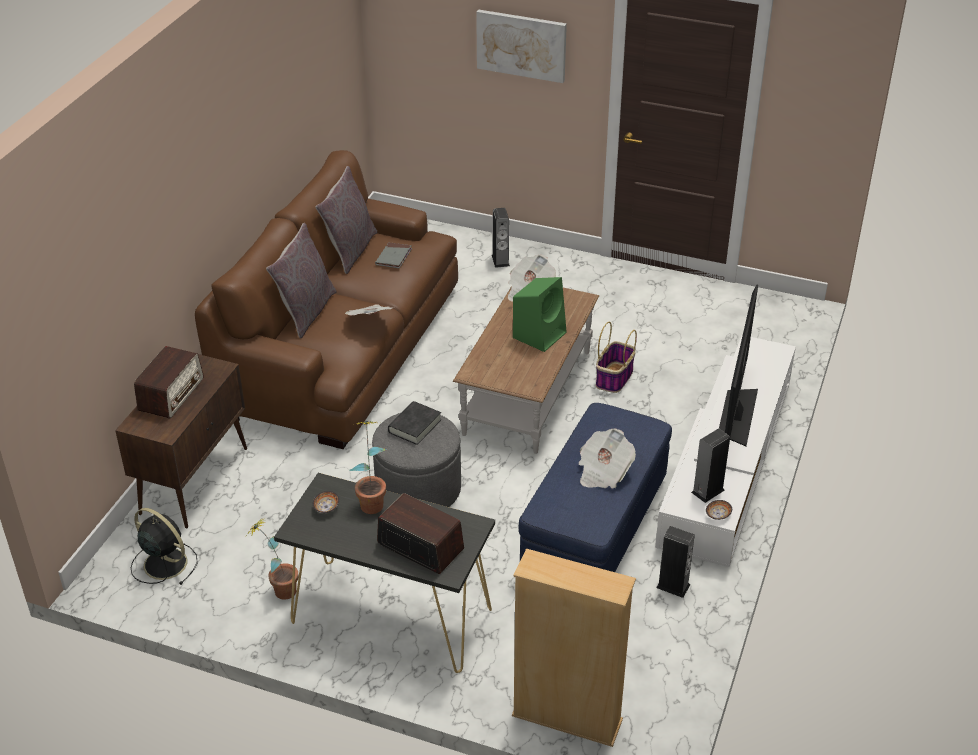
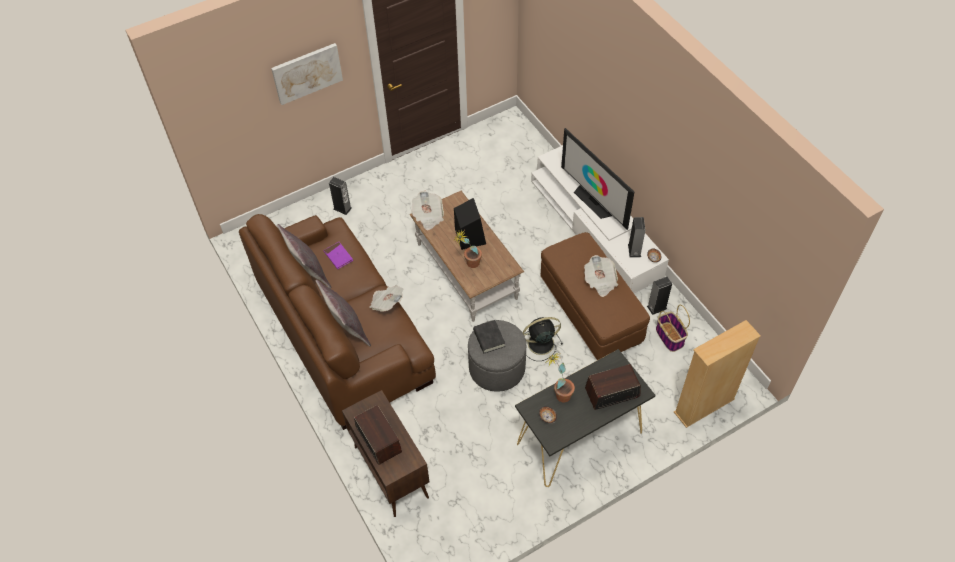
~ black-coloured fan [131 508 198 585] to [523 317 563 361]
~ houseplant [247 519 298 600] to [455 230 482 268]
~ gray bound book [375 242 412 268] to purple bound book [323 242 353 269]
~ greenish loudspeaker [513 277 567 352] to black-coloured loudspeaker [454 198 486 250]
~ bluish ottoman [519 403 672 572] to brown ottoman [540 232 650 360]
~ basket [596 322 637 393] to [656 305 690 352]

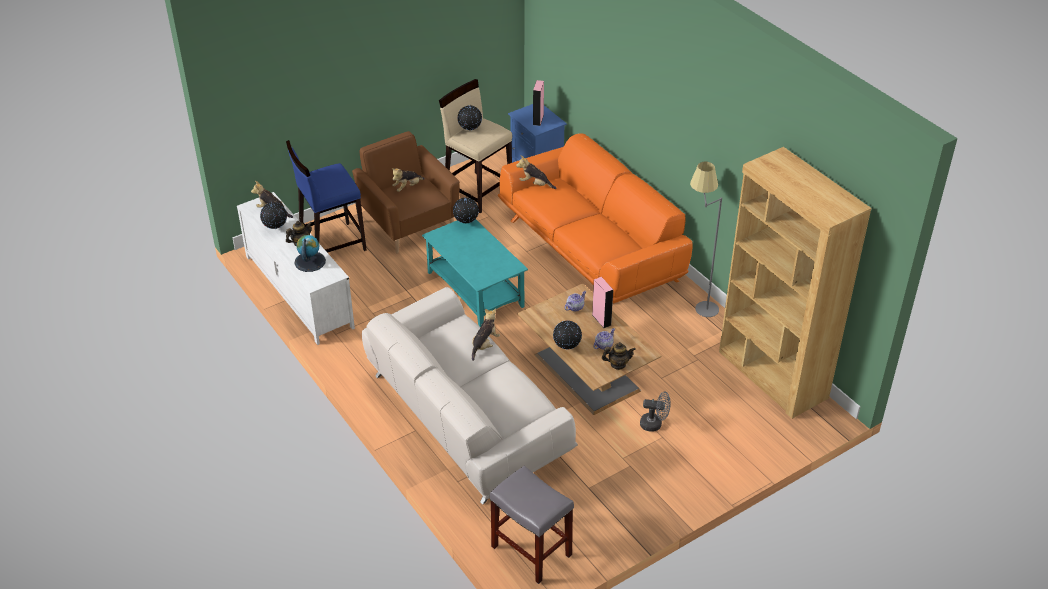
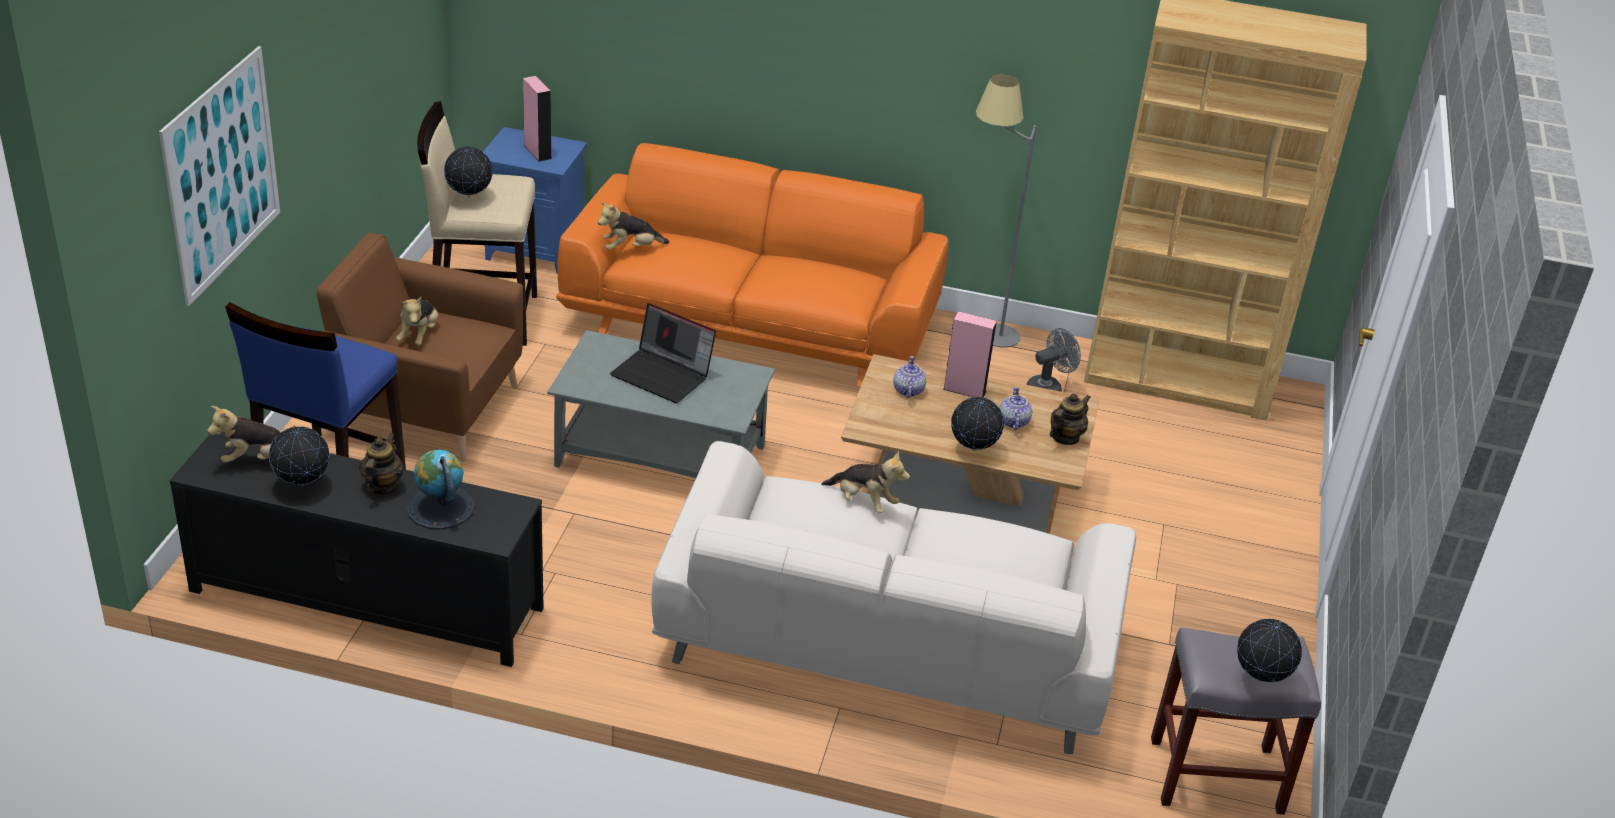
~ white-coloured media console [237 192 355 345] to black-coloured media console [170 432 544 667]
~ turquoise-coloured lounge table [422 219 528 327] to gray lounge table [547 330 775 478]
~ globe [453 198 479 224] to [1237 619 1302 682]
~ soft toy [472 308 500 361] = [821 450 910 514] 135 degrees clockwise
~ gray fan [640 392 671 432] to [1026 328 1081 392]
+ wall picture [159 46 280 306]
+ notebook computer [610 303 716 403]

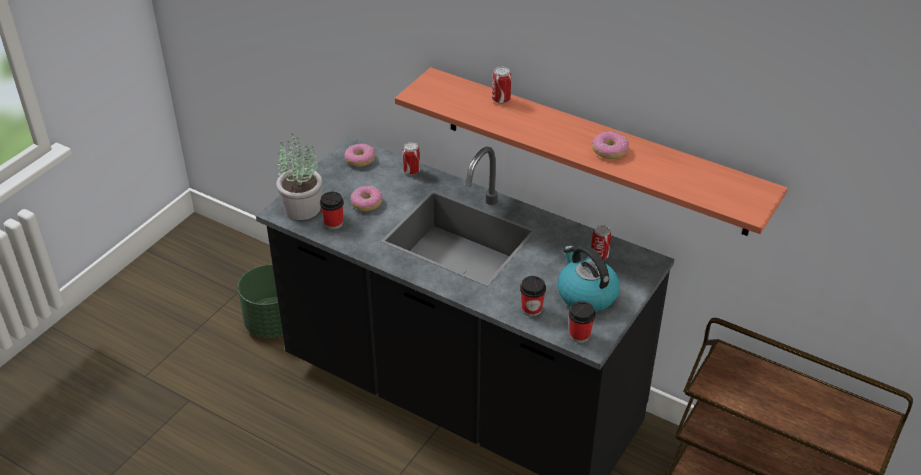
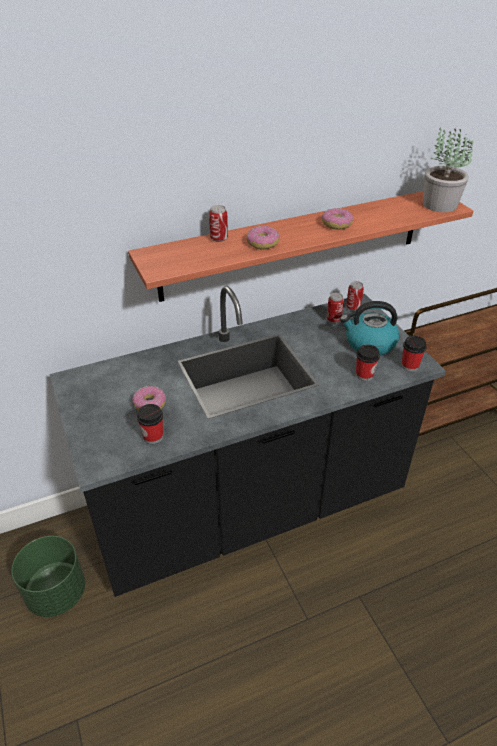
~ houseplant [276 133 322 220] to [423 128 474 212]
~ ring doughnut [344 144 375 167] to [247 226 280 249]
~ sealed can [403 142 420 175] to [346 281 364 311]

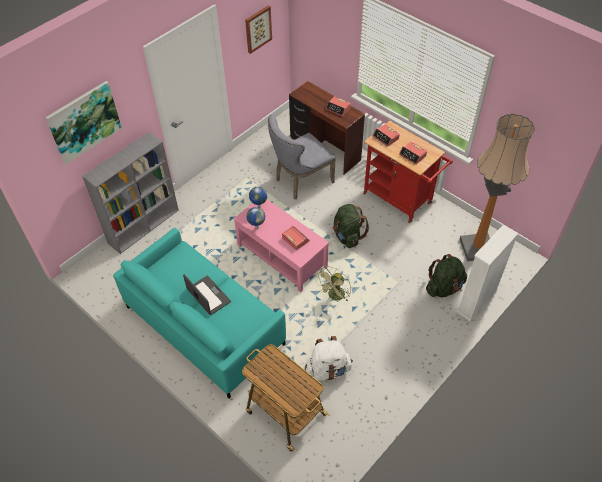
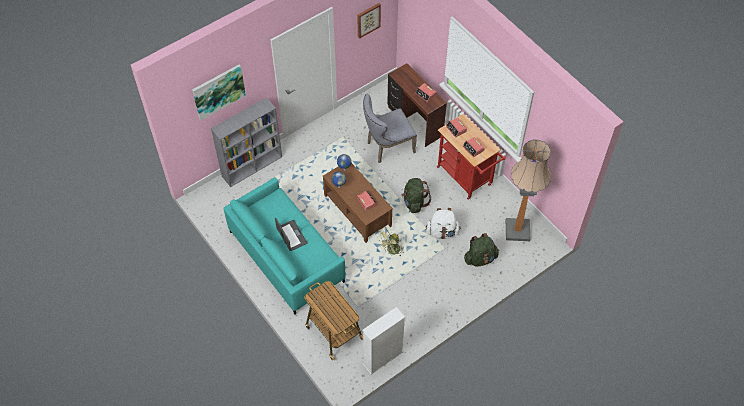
~ pink lounge table [234 200 329 292] to brown lounge table [323 163 393 243]
~ white-coloured backpack [305 336 353 381] to [426 208 461 239]
~ white-coloured shelving unit [457 224 519 321] to [362 307 405 374]

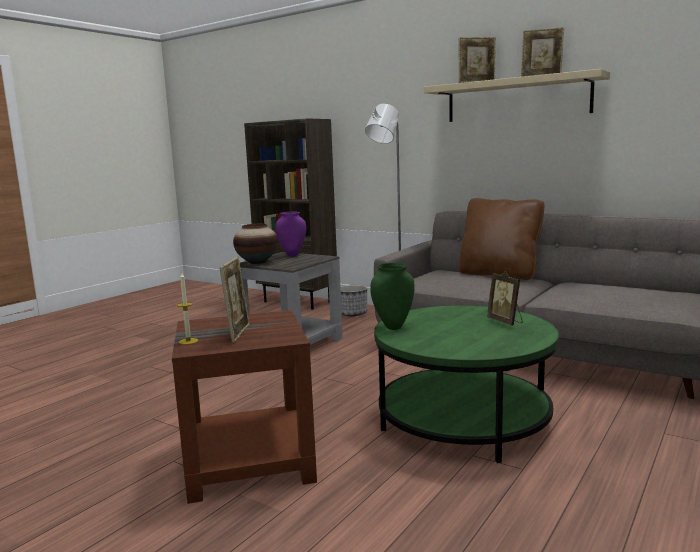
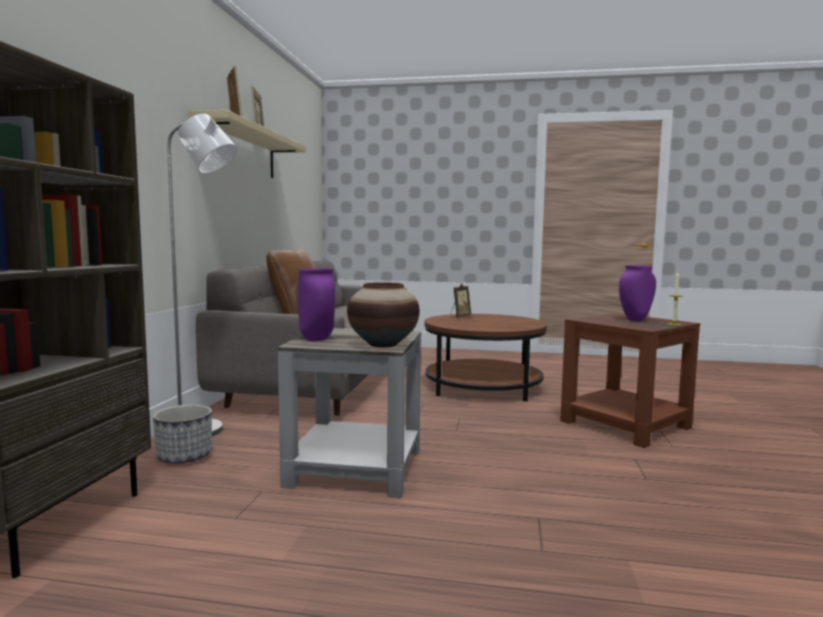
~ standing frame [220 257 250 343] to purple vase [619 265 656 321]
- greenish vase [370 263 415 330]
~ greenish lounge table [374 305 559 463] to brown lounge table [424 314 547 402]

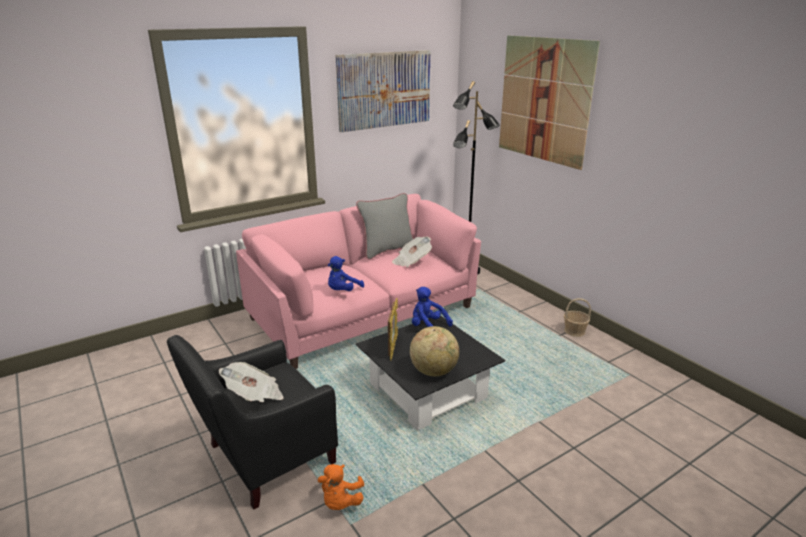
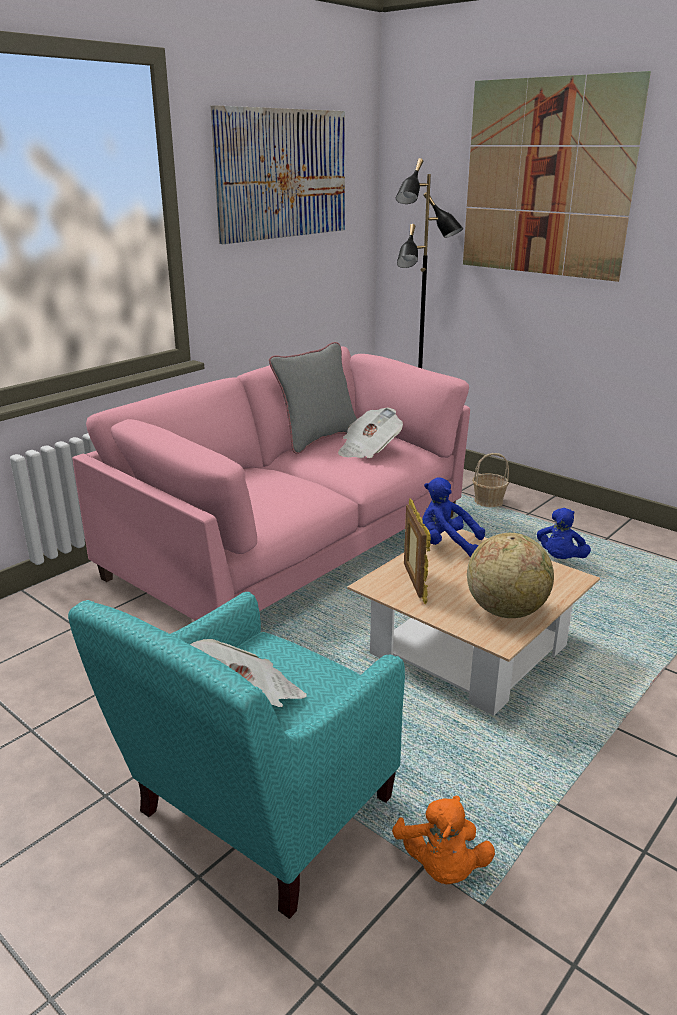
~ black-coloured easy chair [167 335 338 509] to turquoise-coloured easy chair [68 592 405 919]
~ bluish soft toy [328 256 364 291] to [537 508 591 559]
~ black-coloured lounge table [356 315 505 431] to beige lounge table [347 529 600 716]
~ basket [564 298 591 337] to [472 453 509 507]

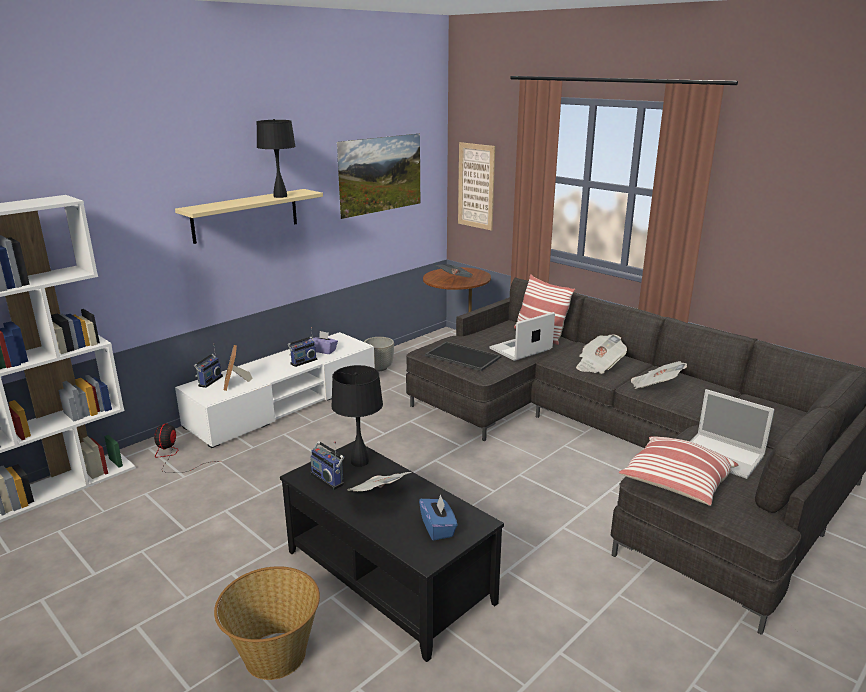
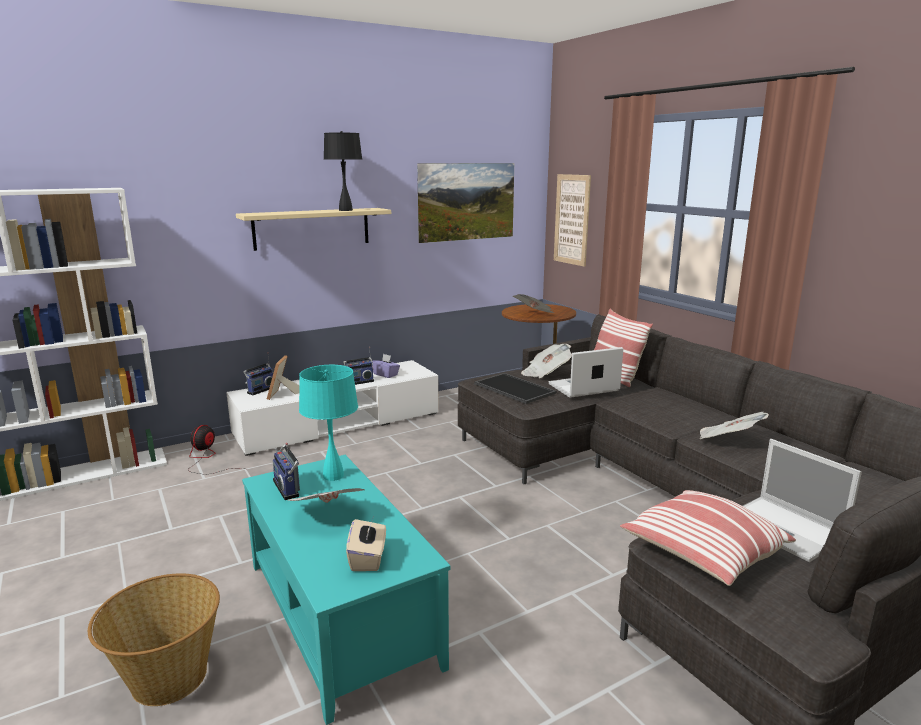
~ black-coloured lounge table [280 441 504 662] to turquoise-coloured lounge table [242 455 451 725]
~ black-coloured lamp for a table [331 365 383 467] to turquoise-coloured lamp for a table [299 365 358 481]
- gray planter [364 337 394 371]
~ bluish tissue holder [419 494 458 541] to beige tissue holder [346 519 386 571]
~ newspaper [576 334 627 374] to [521 344 572 378]

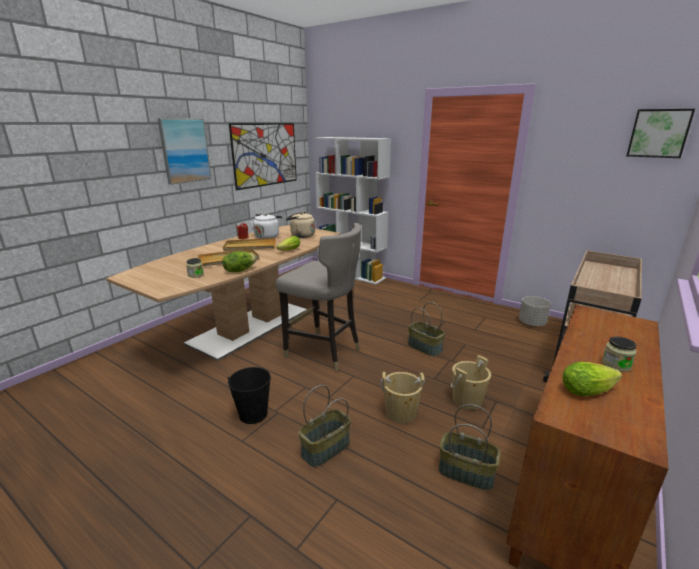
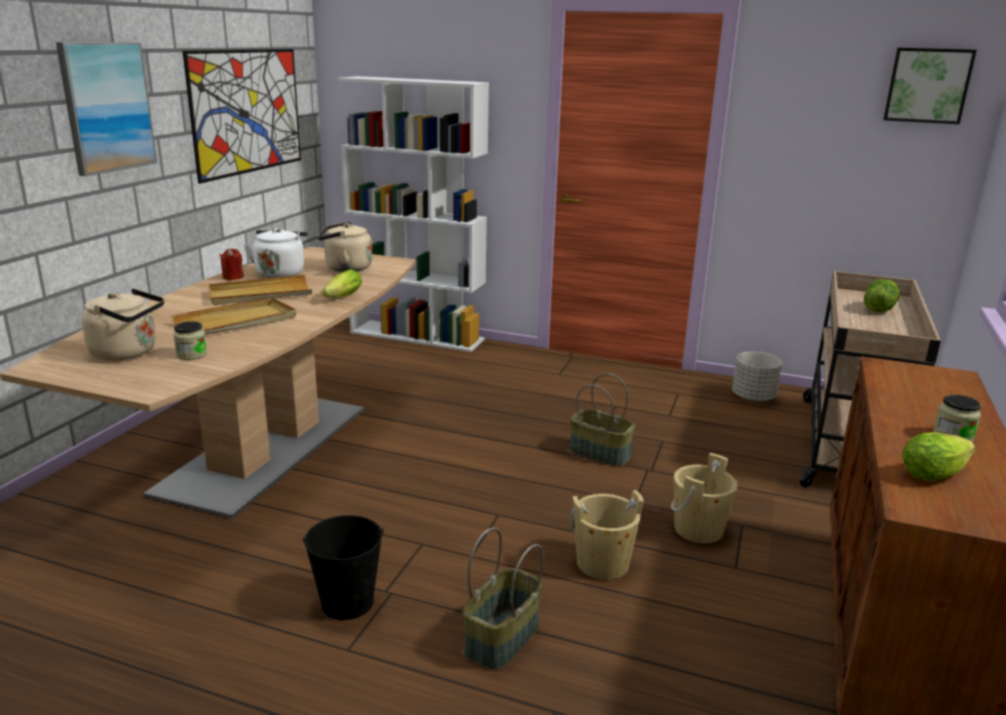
~ lettuce [222 251 257 272] to [864 279 900 312]
- gray sitting stool [276 223 361 371]
- basket [438 404 501 490]
+ beige tea kettle [81 289 164 360]

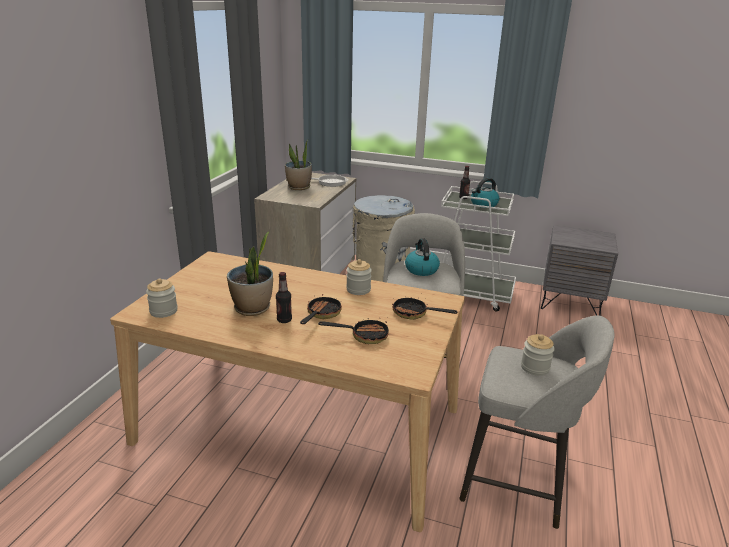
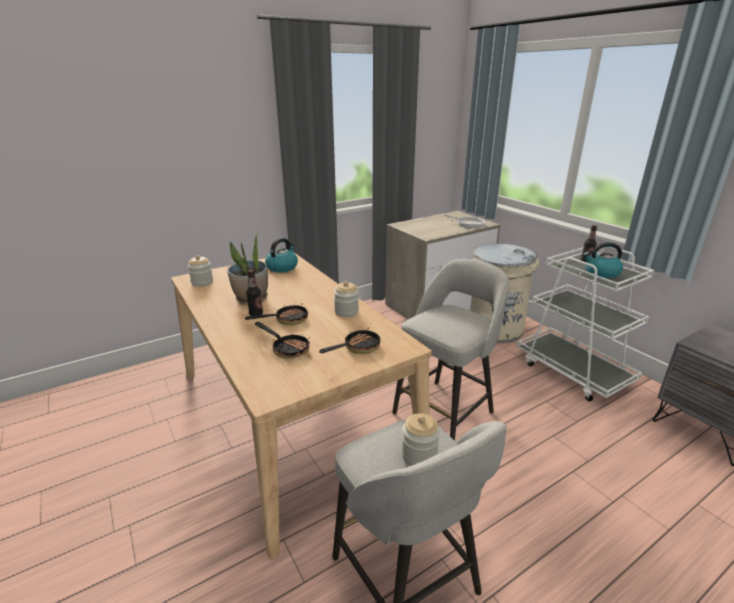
- houseplant [285 141 312 190]
~ skillet [392 297 458 320] = [319 327 381 354] 75 degrees clockwise
~ tea kettle [405 238 440 276] to [265 238 298 272]

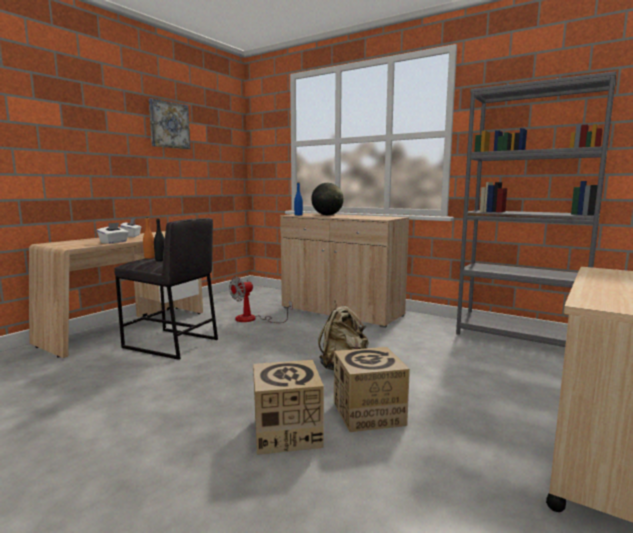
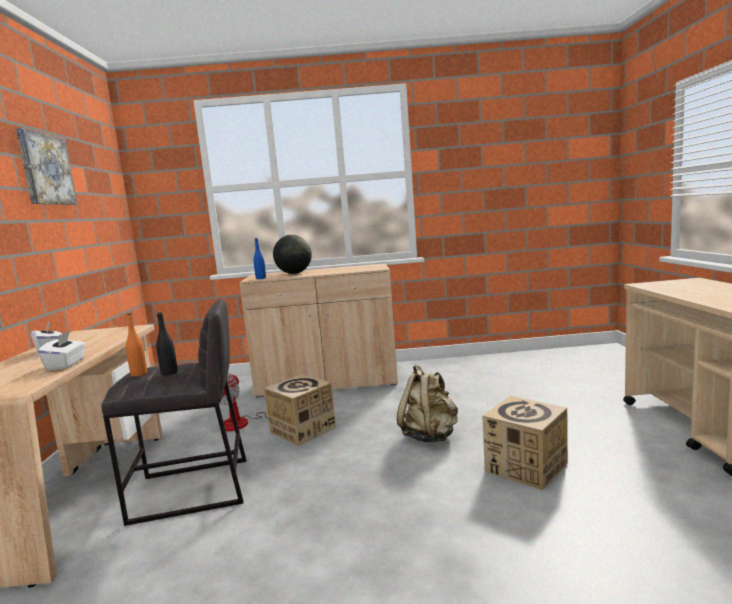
~ cardboard box [253 360 324 455] to [264 374 336 446]
- gray shelving unit [456 71 616 347]

